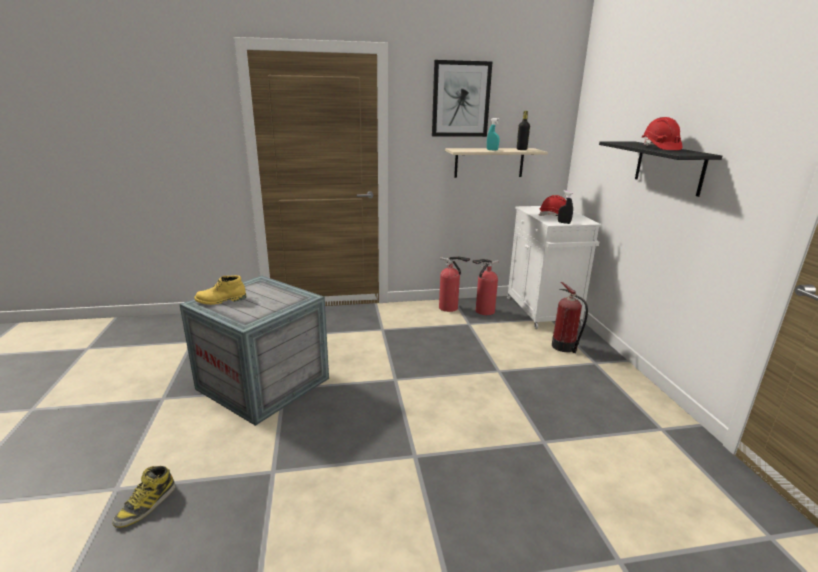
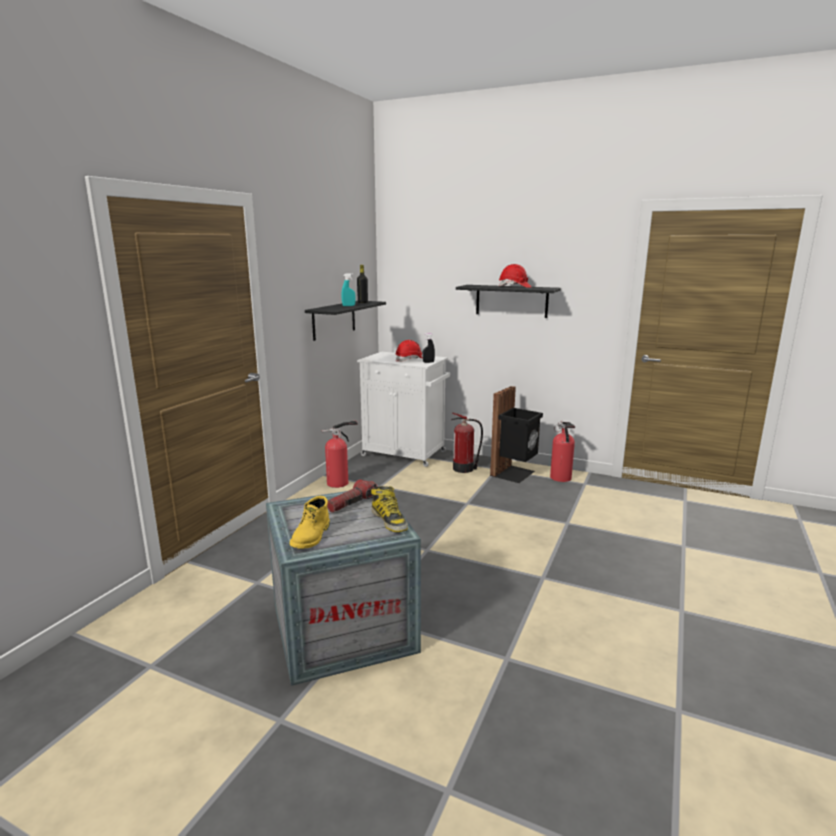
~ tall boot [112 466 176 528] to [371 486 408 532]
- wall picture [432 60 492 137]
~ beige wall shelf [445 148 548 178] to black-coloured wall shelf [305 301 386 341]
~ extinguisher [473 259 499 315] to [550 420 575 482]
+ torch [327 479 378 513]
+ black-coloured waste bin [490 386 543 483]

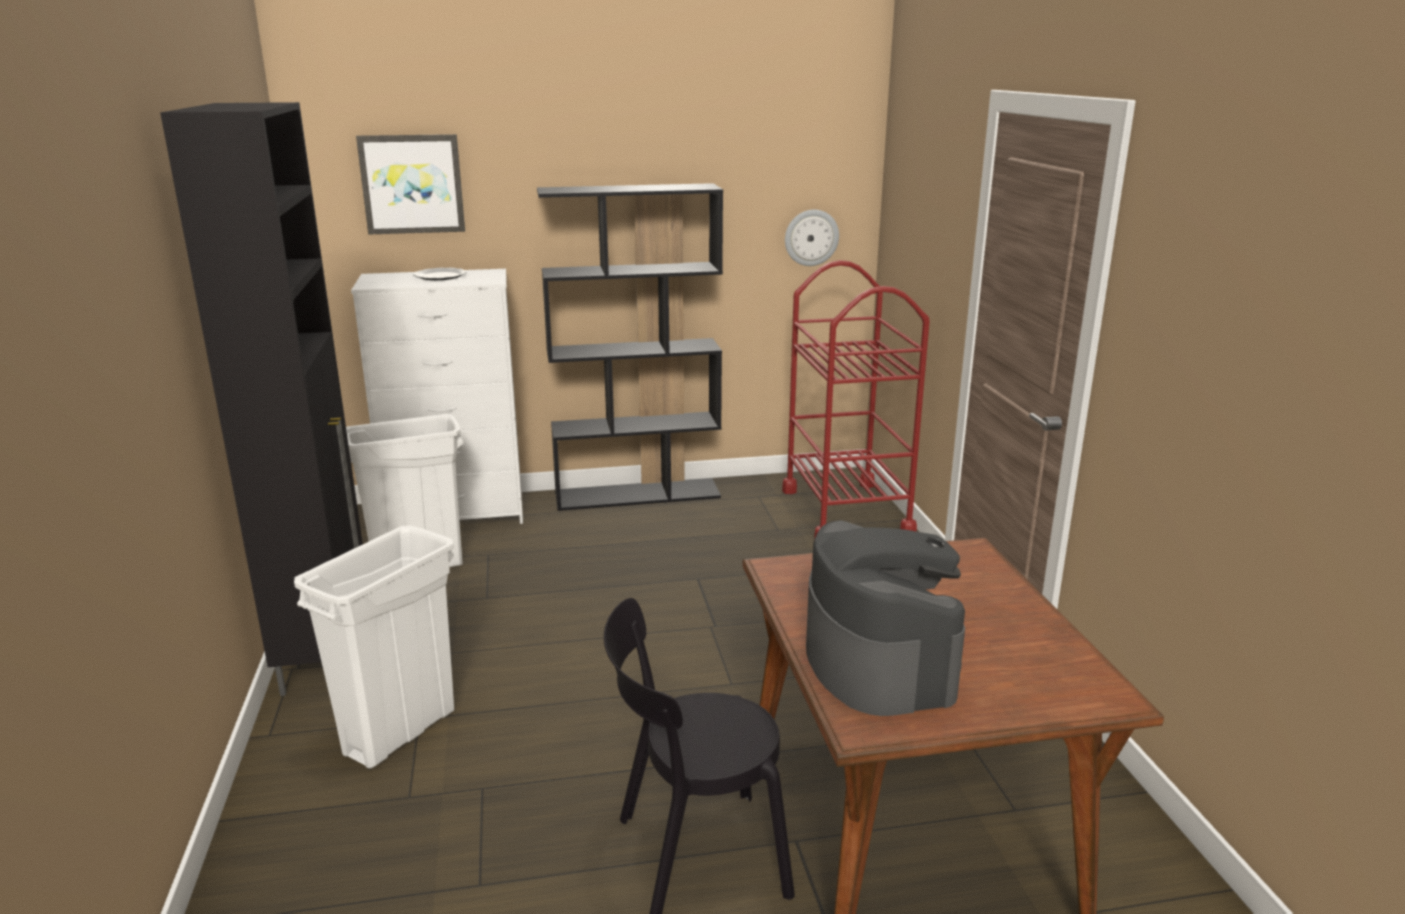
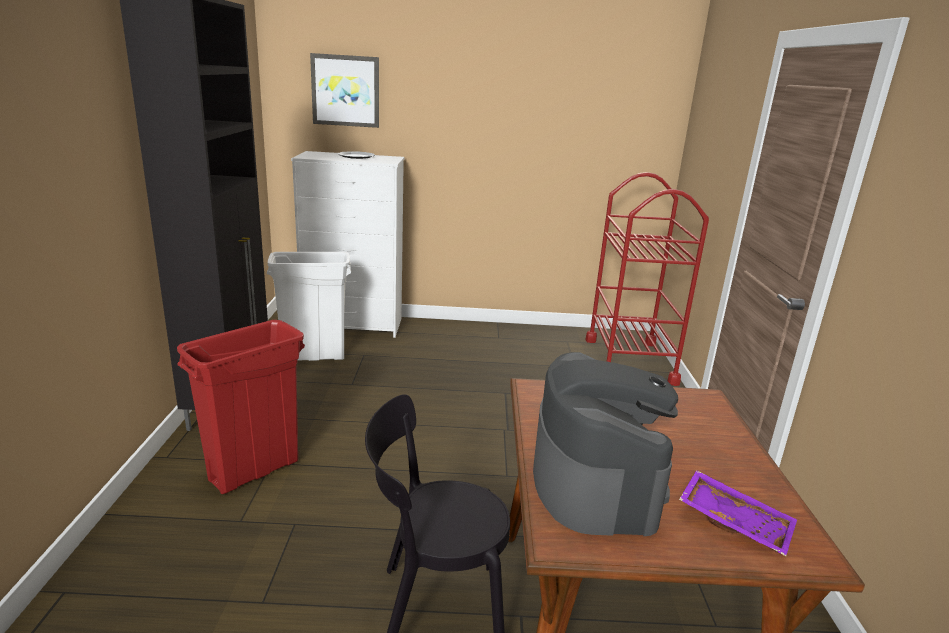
~ white-coloured waste bin [294 525 454 769] to red-coloured waste bin [177 320 305 494]
- black-coloured shelving unit [537 183 723 511]
- wall clock [785 210 839 266]
+ purple serving tray [679 470 797 556]

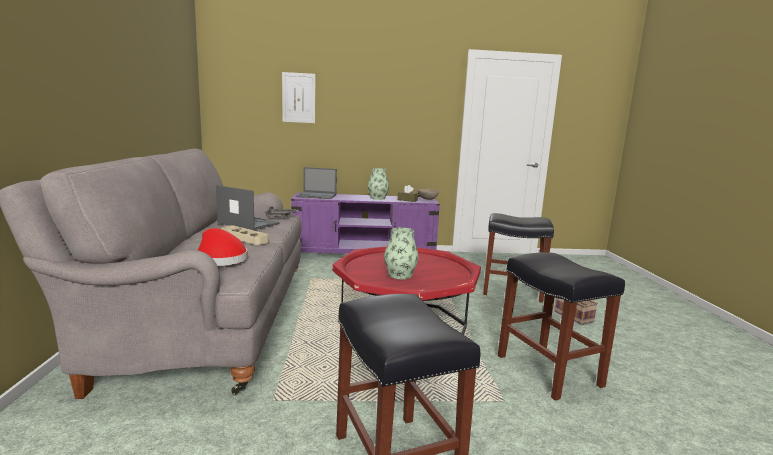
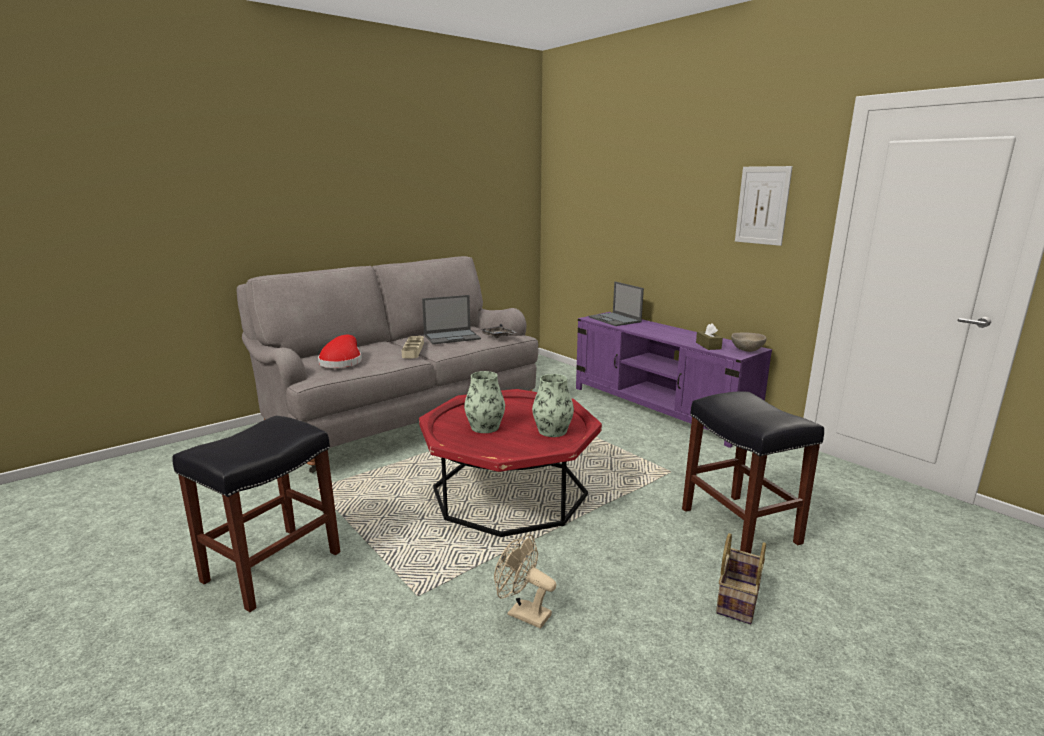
~ notebook computer [216 185 280 230] = [422 295 481 344] 75 degrees clockwise
~ wall picture [282 72 315 123] to [735 166 793 246]
~ vase [368 168 389 200] to [532 374 574 437]
~ black-coloured sitting stool [498 252 625 400] to beige fan [494 534 556 629]

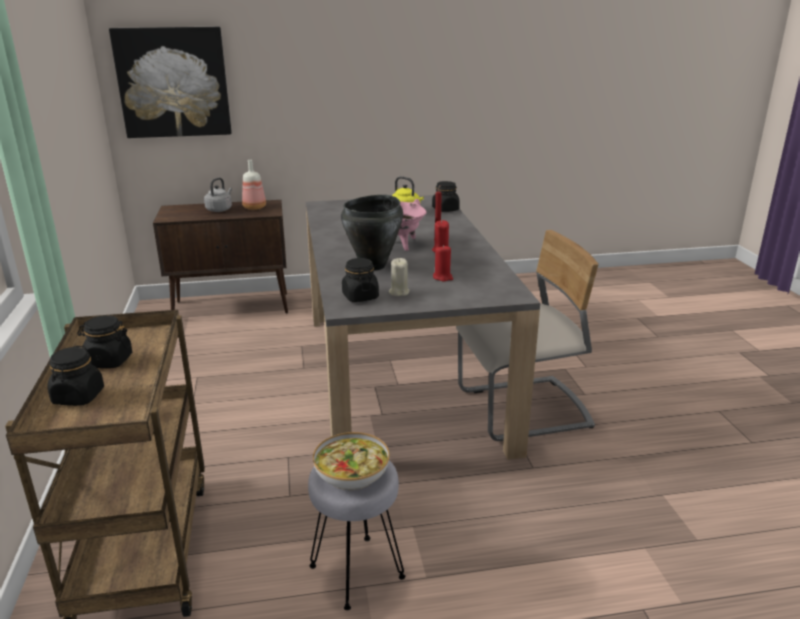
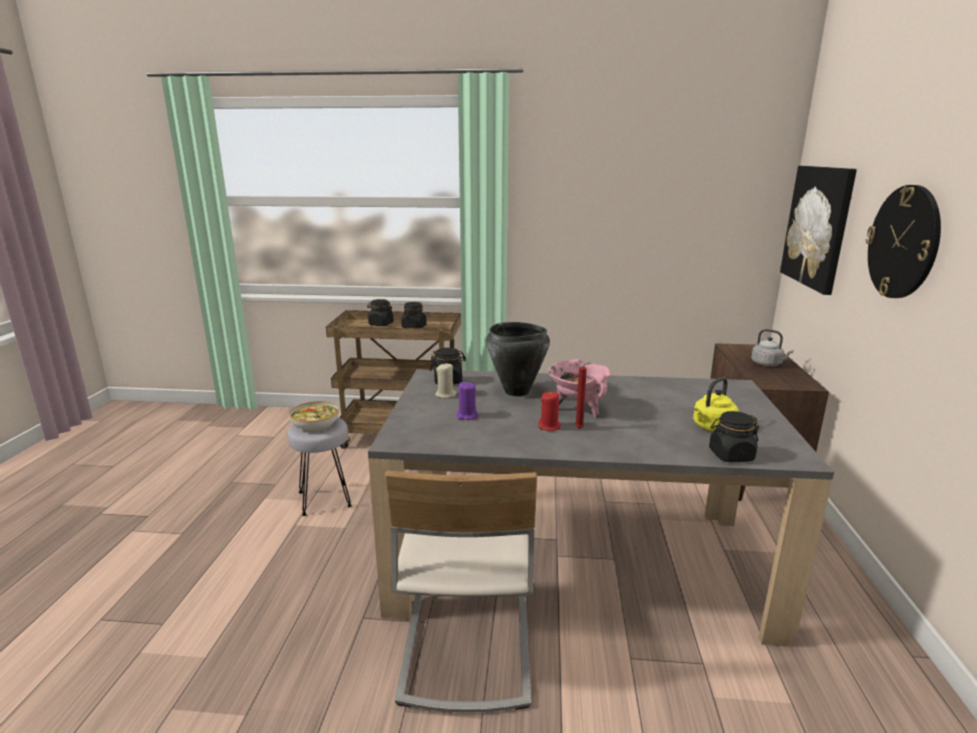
- bottle [242 160 266 210]
~ red-coloured wax candle [433 245 453 282] to purple wax candle [456 382 478 420]
+ wall clock [866 185 941 298]

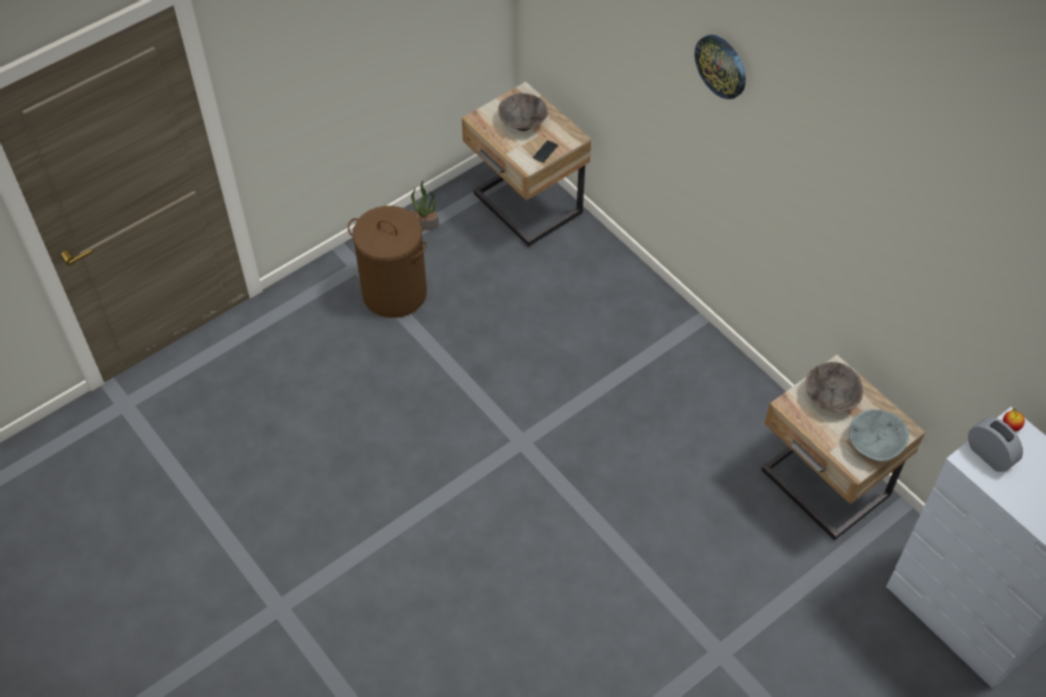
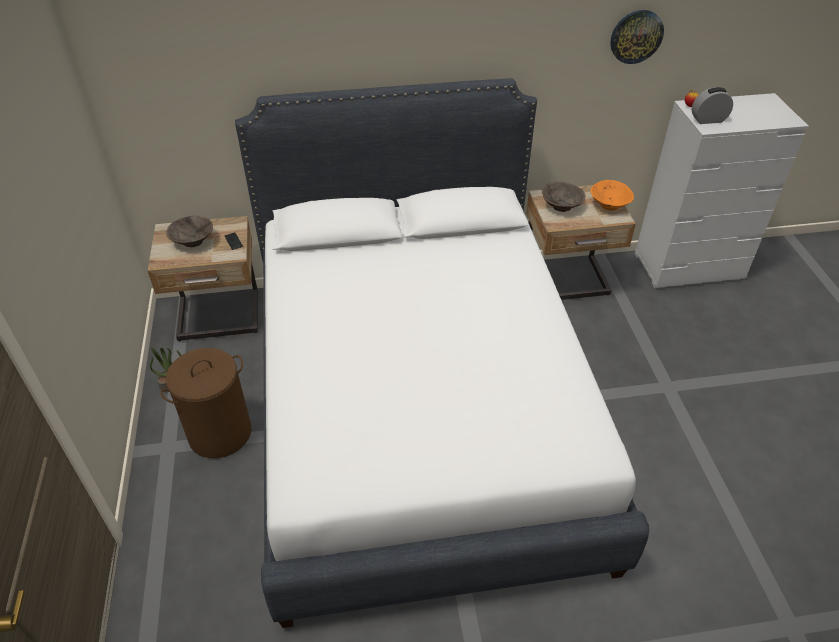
~ wall clock [695 35 746 99] to [610 10 664 64]
~ gray bowl [849 409 909 461] to orange bowl [591 180 634 211]
+ white-coloured bedroom bed [235 78 649 628]

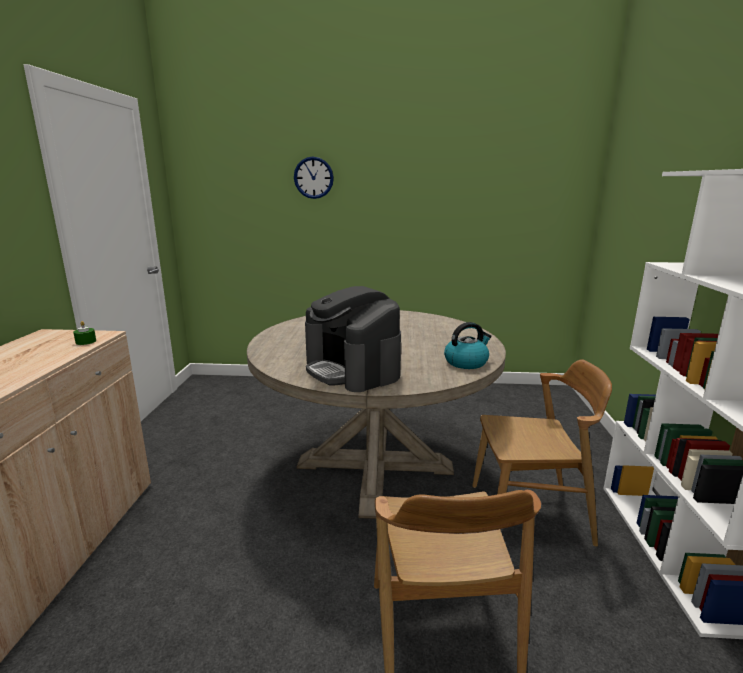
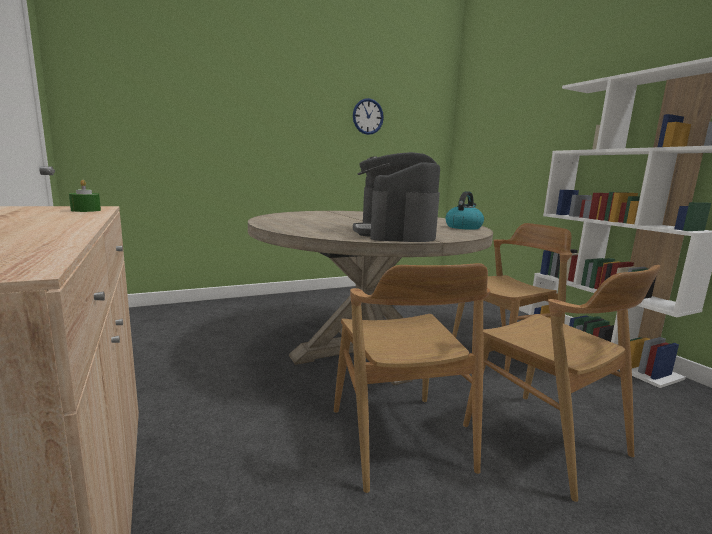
~ wall clock [294 157 334 199] to [353 98 384 135]
~ coffee brewer [305 286 401 392] = [353 152 440 242] 60 degrees clockwise
+ brown chair [334 263 490 493]

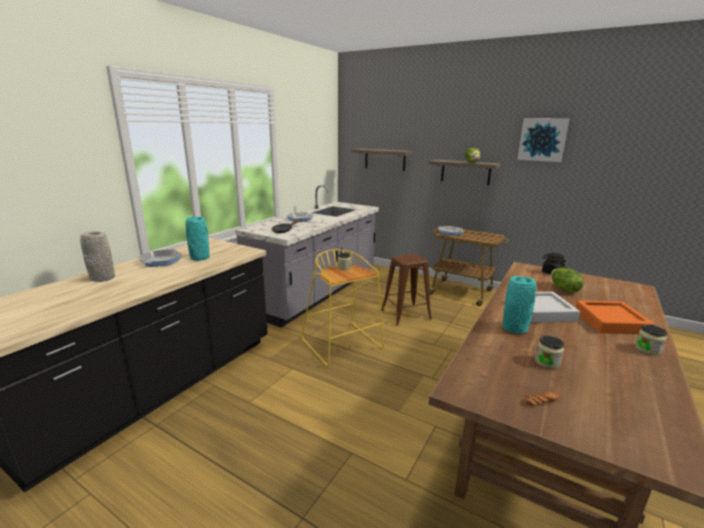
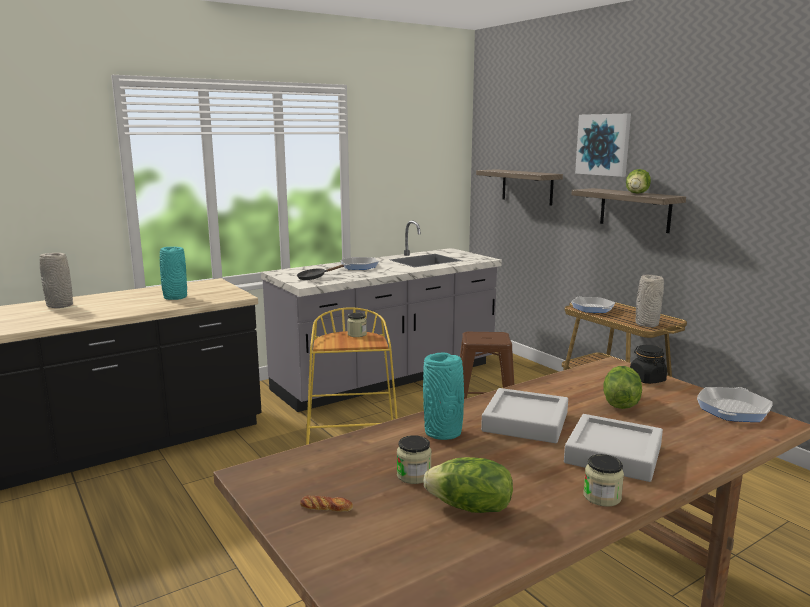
~ skillet [138 249 182 267] to [697 387 773 422]
~ wall picture [517 118 570 162] to [575 114 631 177]
~ orange serving tray [575 300 655 334] to gray serving tray [564 414 663 482]
+ lettuce [423 457 513 513]
+ gray vase [636 275 664 327]

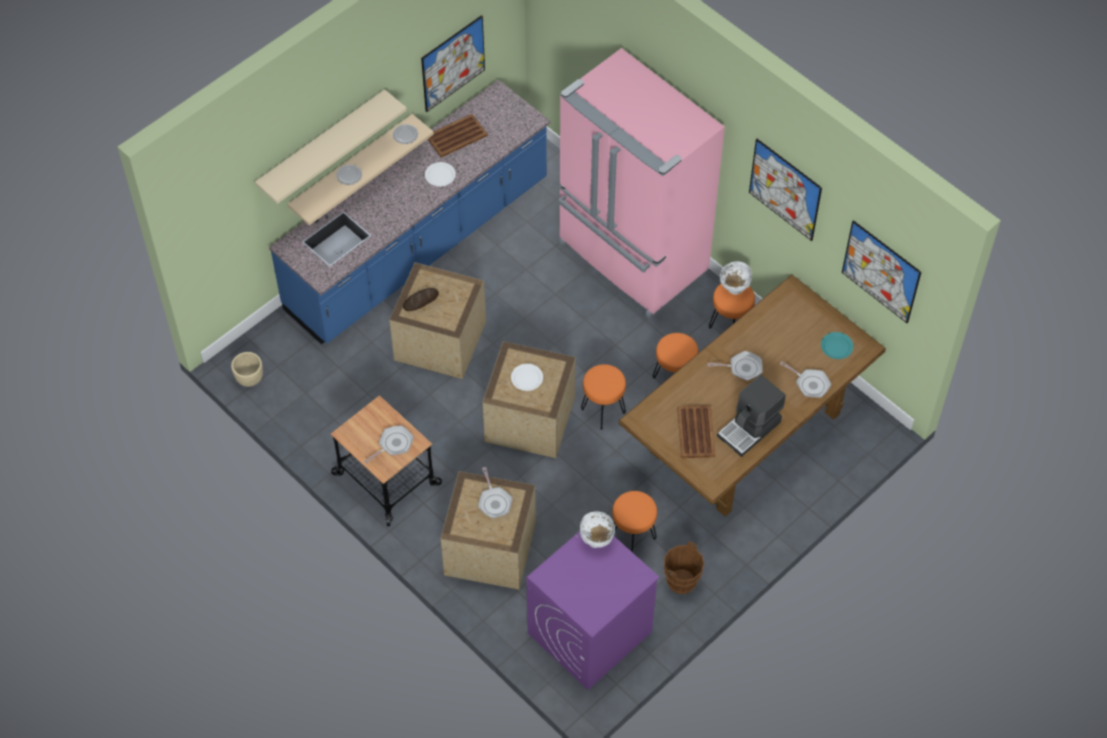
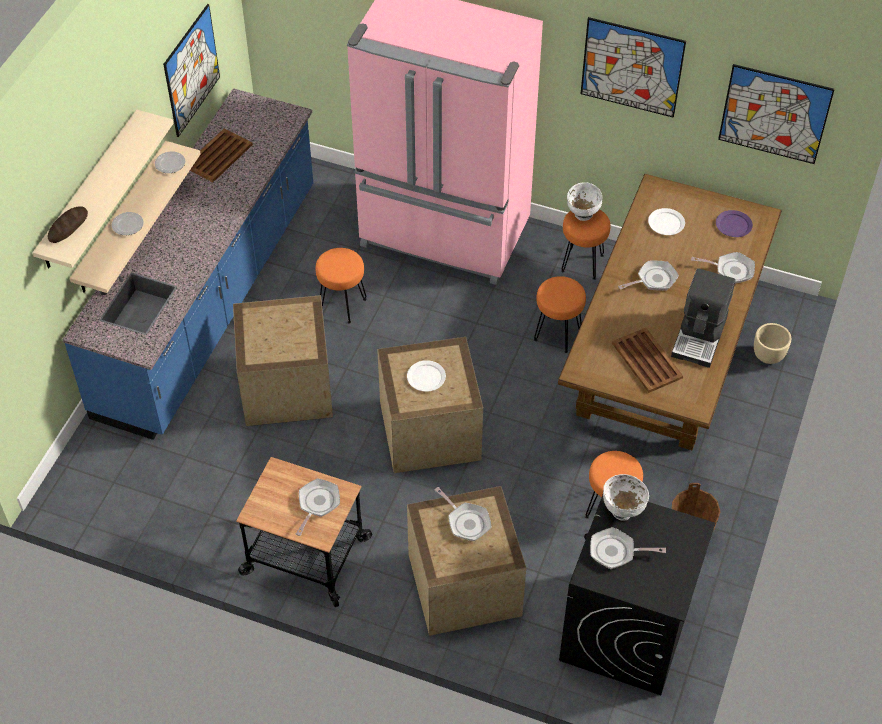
~ beige planter [231 352 263 387] to [754 323 791 364]
~ bakery bread [403 288 439 311] to [48 206 88 243]
~ white-coloured plate [425 162 456 186] to [648 208 685 235]
~ purple laundry machine [526 531 660 690] to black-coloured laundry machine [559 495 715 695]
~ orange sitting stool [581 364 626 430] to [315 248 366 324]
~ turquoise-coloured plate [821 332 853 359] to purple plate [716 210 753 237]
+ skillet [590 527 666 569]

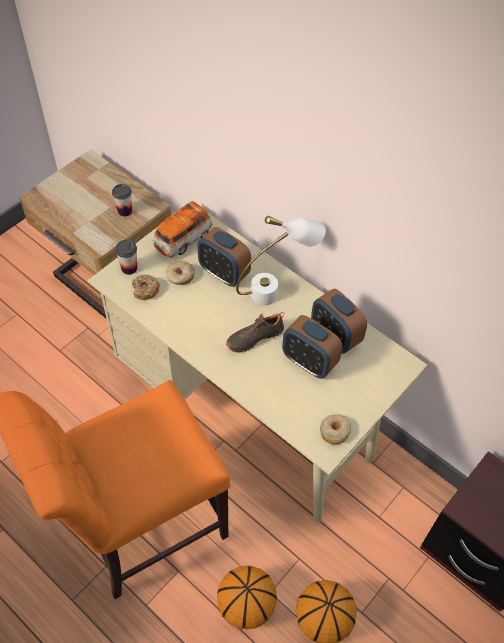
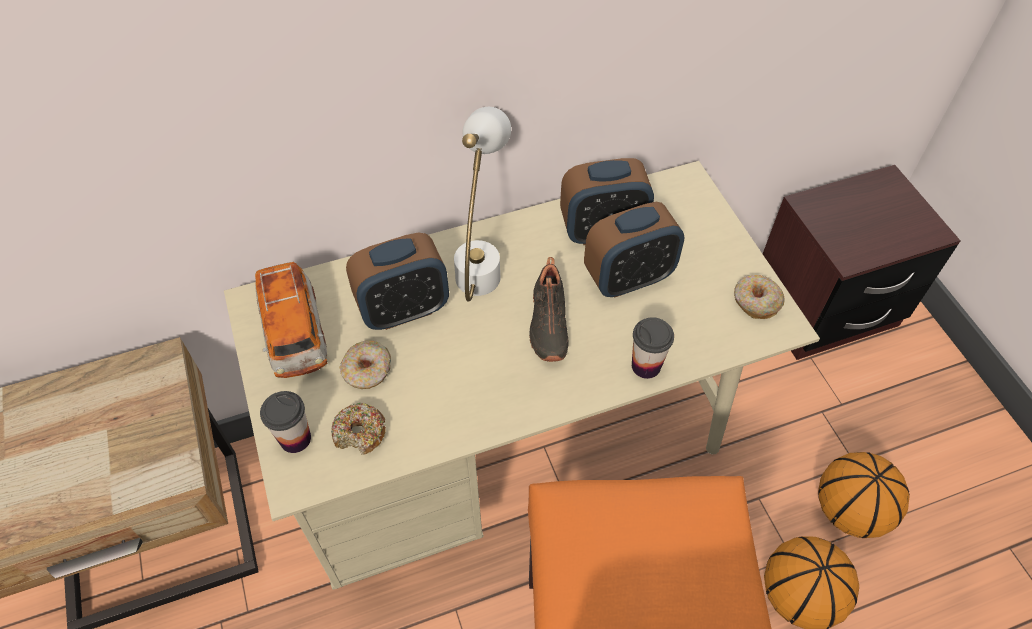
~ small cup [112 184 132 217] to [632 317 674 379]

